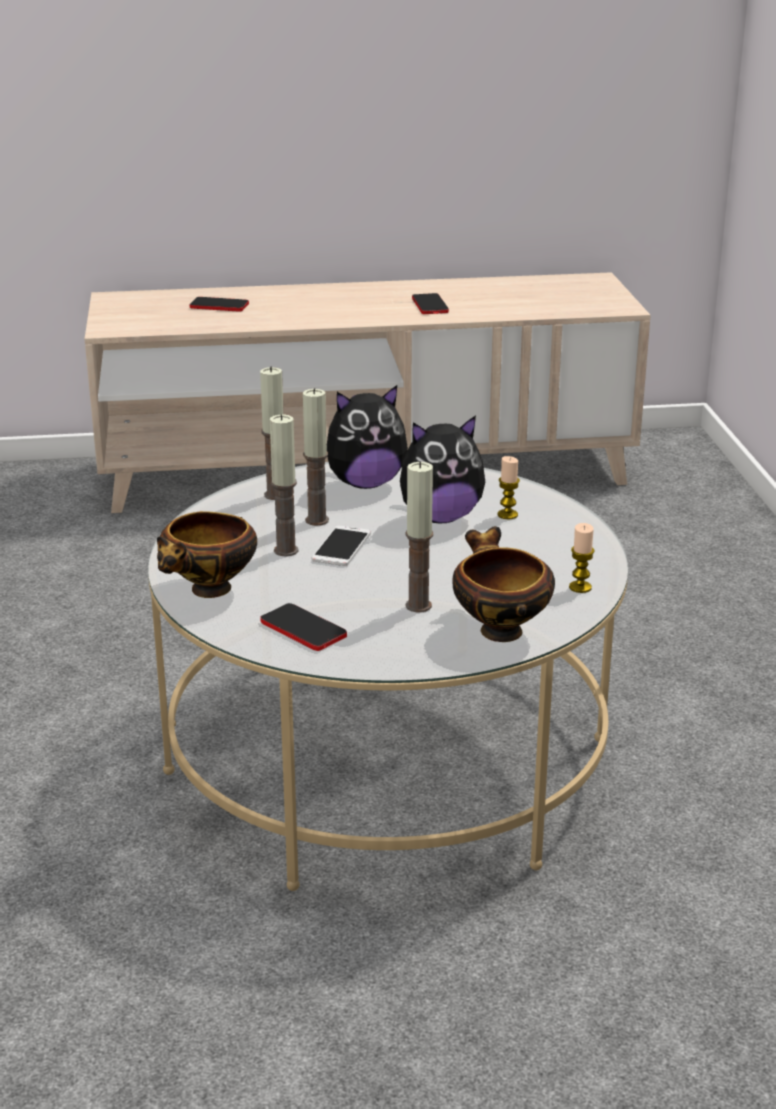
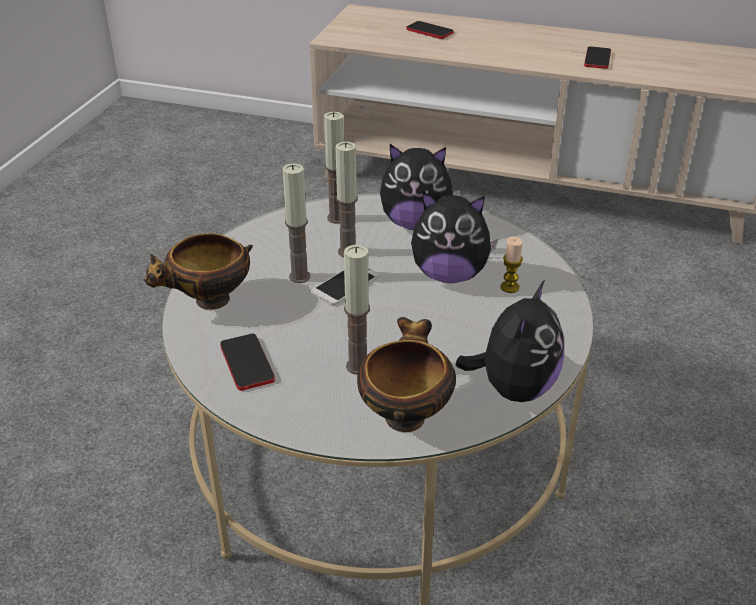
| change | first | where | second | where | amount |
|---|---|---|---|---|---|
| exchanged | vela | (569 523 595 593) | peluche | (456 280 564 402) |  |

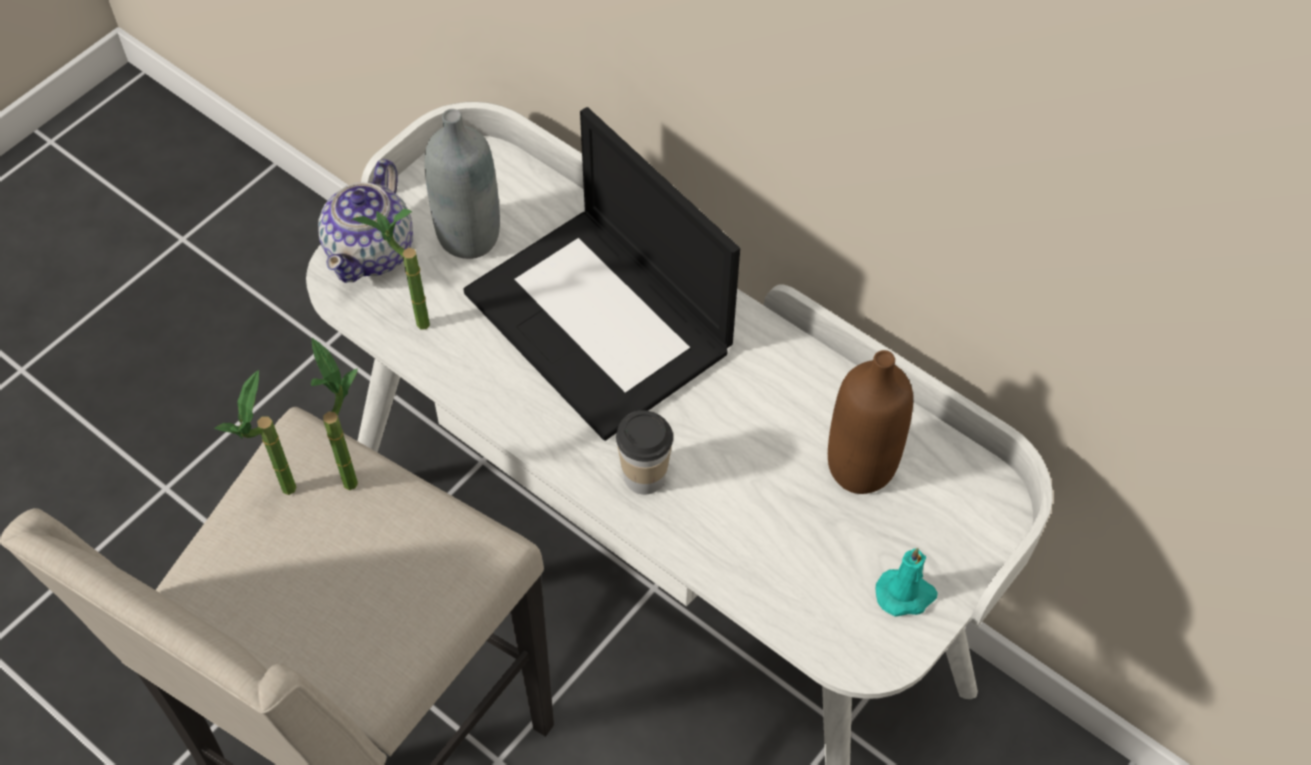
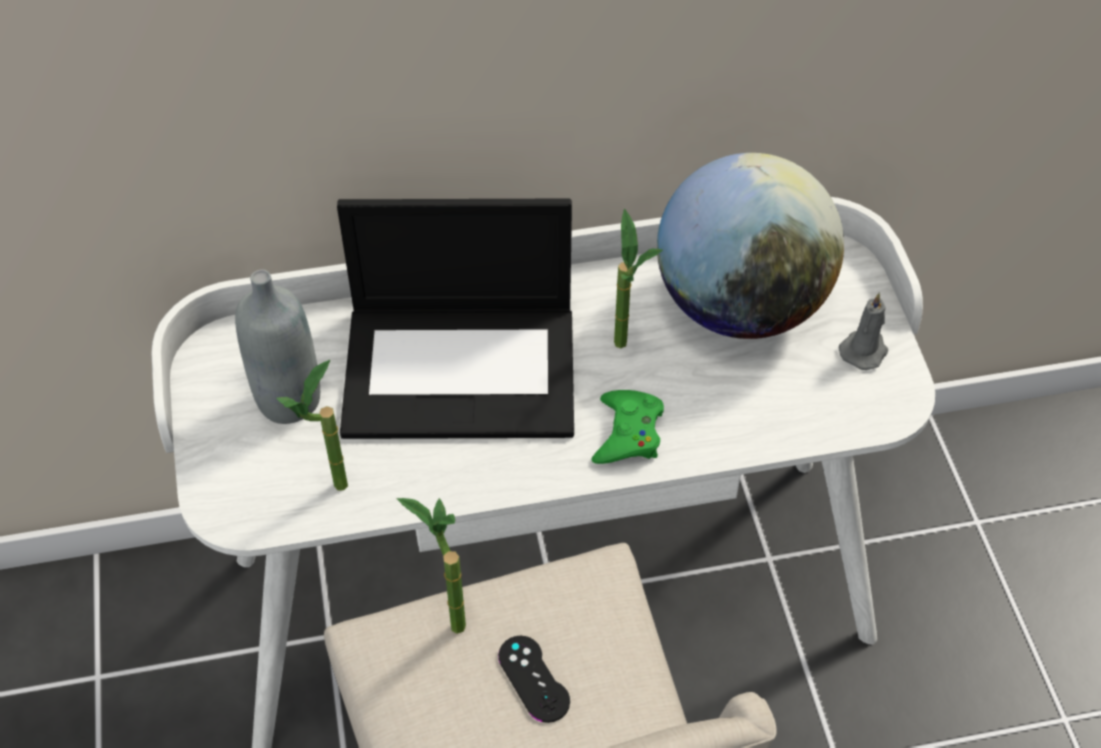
| change | first | where | second | where | amount |
|---|---|---|---|---|---|
| relocated | planta en maceta | (215 370 296 495) |  | (614 209 663 348) |  |
| missing | tetera | (318 159 413 283) |  |  |  |
| exchanged | taza | (616 410 673 494) | mando de consola/verde | (591 390 664 464) |  |
| exchanged | botella/marrón | (828 350 913 494) | globo terráqueo | (657 153 844 339) |  |
| colour | vela/turquesa | (875 548 938 617) | vela/gris | (839 292 888 370) |  |
| appeared |  |  | mando de consola/negro | (498 636 570 723) |  |

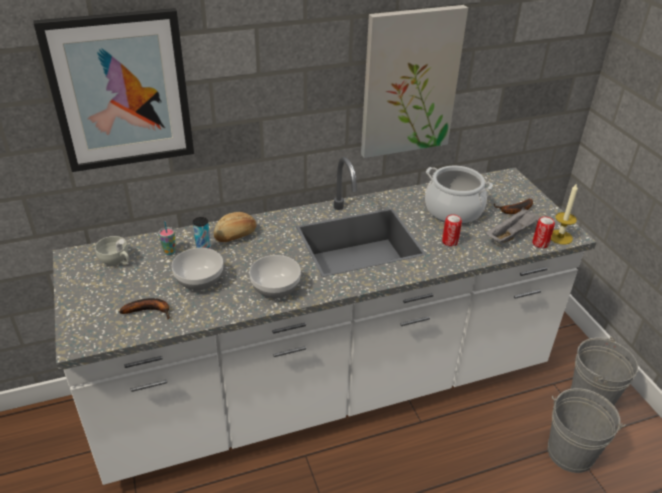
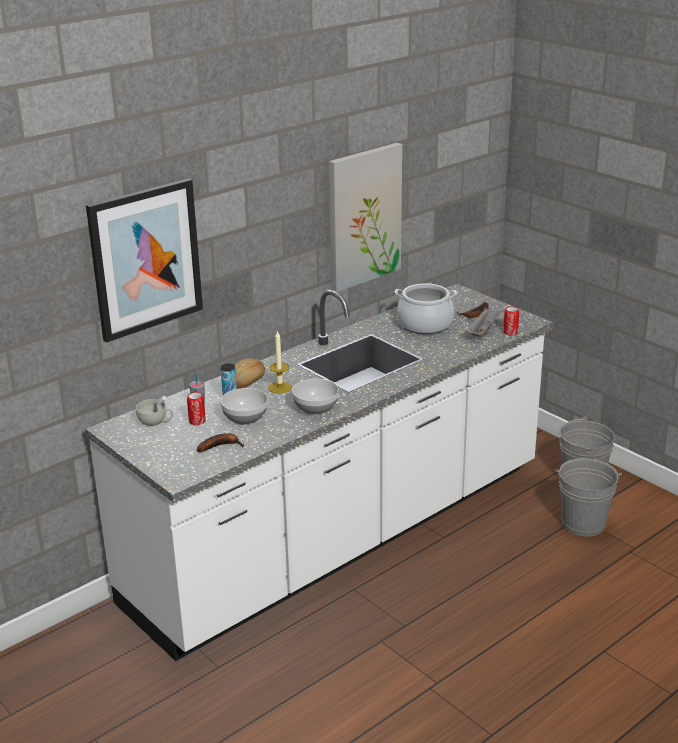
| change | first | where | second | where | amount |
|---|---|---|---|---|---|
| relocated | lata | (442 214 462 246) |  | (187 392 206 425) |  |
| relocated | vela | (551 183 578 245) |  | (268 331 292 394) |  |

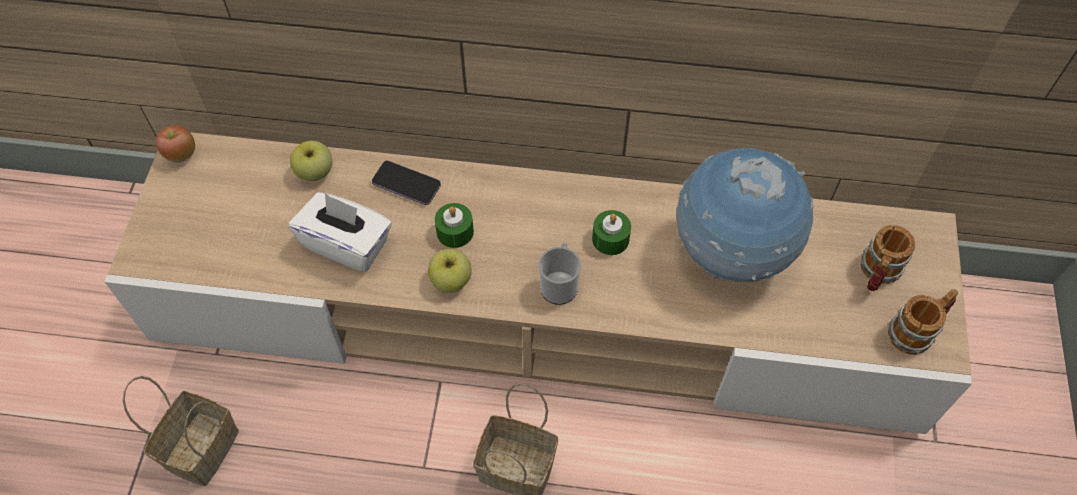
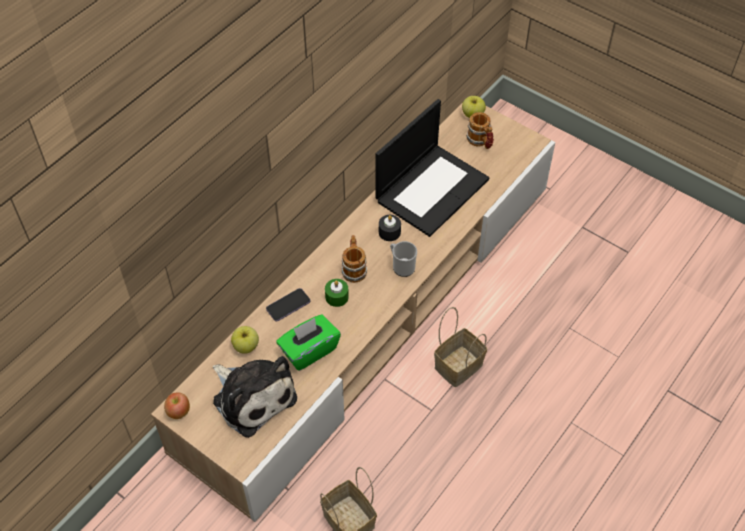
| change | first | where | second | where | amount |
|---|---|---|---|---|---|
| colour | caja de pañuelos/blanco | (289 192 392 272) | caja de pañuelos/verde | (276 315 341 371) |  |
| relocated | manzana | (428 249 472 293) |  | (462 96 486 118) |  |
| colour | vela/verde | (592 210 631 255) | vela/negro | (379 215 401 241) |  |
| exchanged | globo terráqueo | (676 148 814 282) | portátil | (375 99 489 237) |  |
| relocated | taza grande | (888 289 958 355) |  | (342 235 367 283) |  |
| appeared |  |  | peluche | (213 356 297 438) |  |

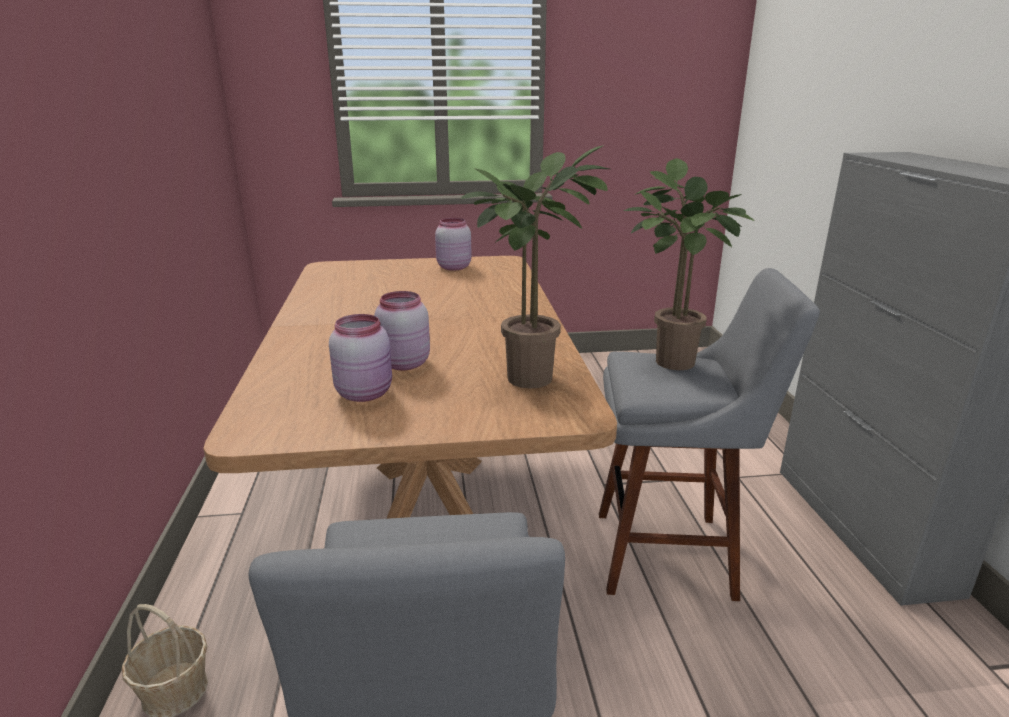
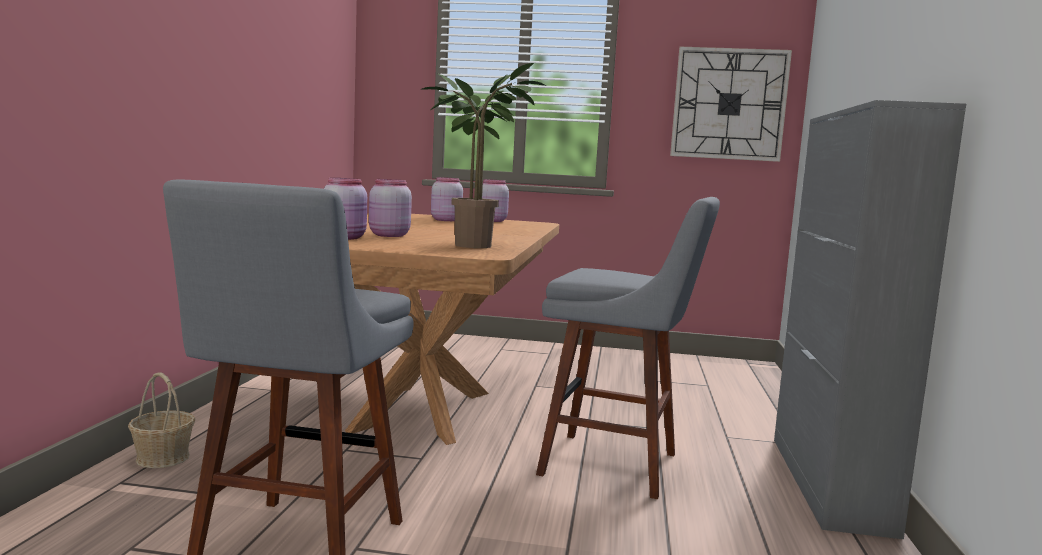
| change | first | where | second | where | amount |
|---|---|---|---|---|---|
| missing | planta en maceta | (624 158 754 370) |  |  |  |
| appeared |  |  | tarro/rosa | (431 177 463 221) |  |
| appeared |  |  | reloj de pared | (670 47 792 162) |  |

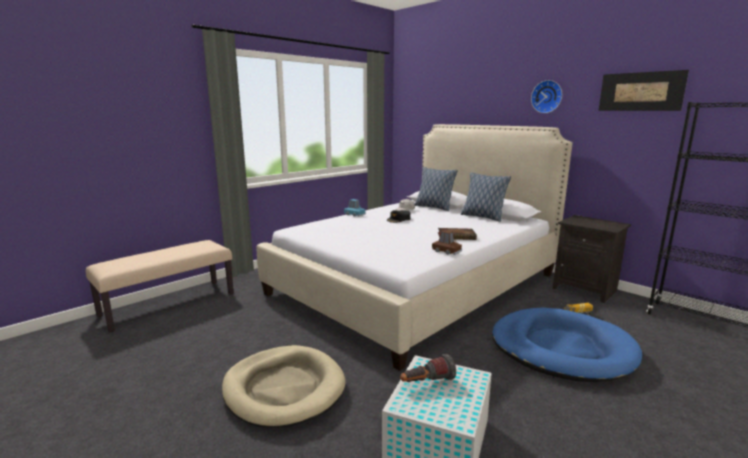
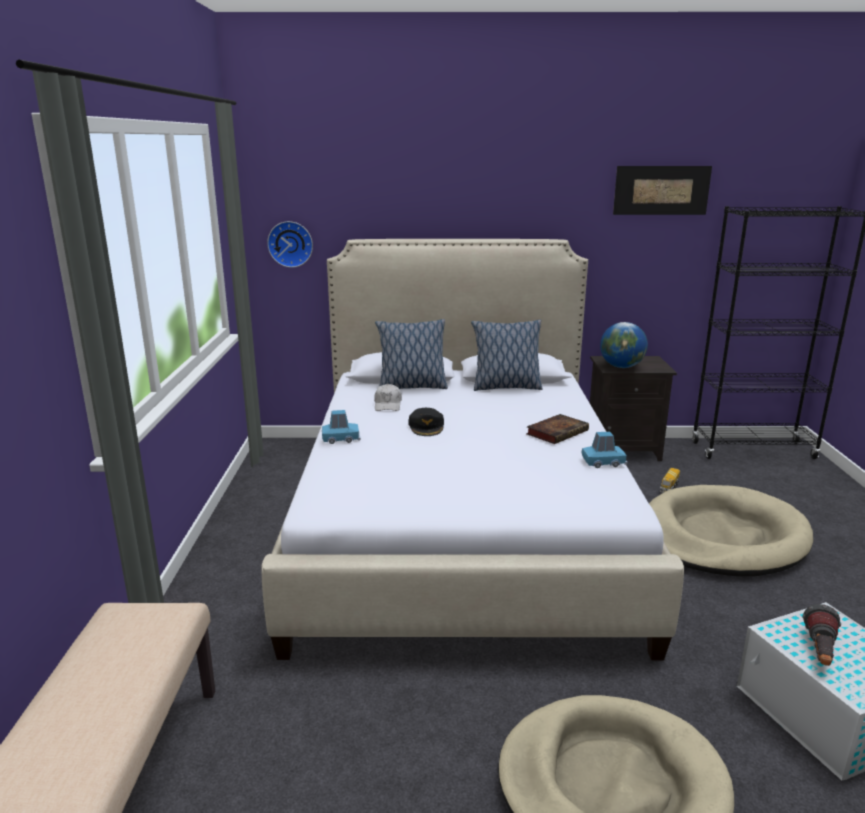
| change | first | where | second | where | amount |
|---|---|---|---|---|---|
| colour | coche de juguete/marrón | (432 230 462 255) | coche de juguete/azul | (582 432 628 468) |  |
| colour | cama para perro/azul | (492 307 642 382) | cama para perro/beis | (649 485 813 576) |  |
| relocated | reloj de pared | (531 80 562 113) |  | (267 221 313 268) |  |
| appeared |  |  | globo terráqueo | (600 322 648 368) |  |

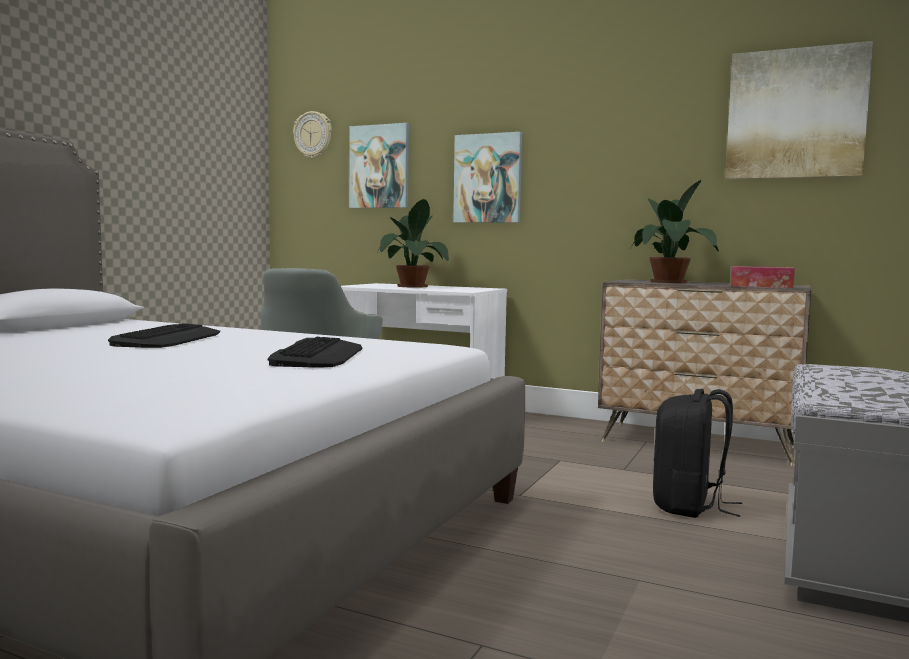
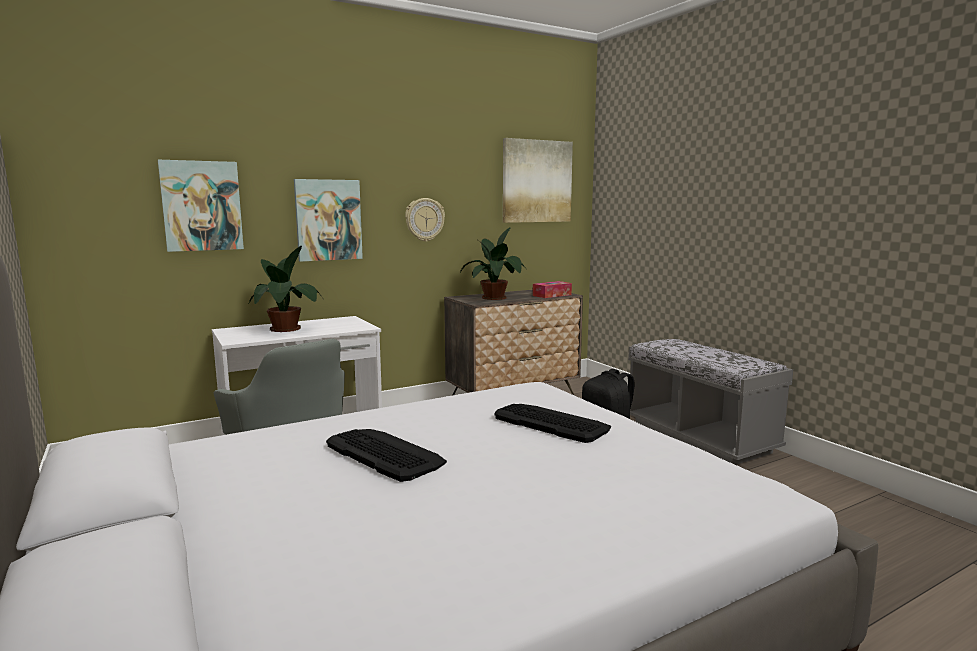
| change | first | where | second | where | amount |
|---|---|---|---|---|---|
| relocated | reloj de pared | (293 111 332 159) |  | (405 198 445 242) |  |

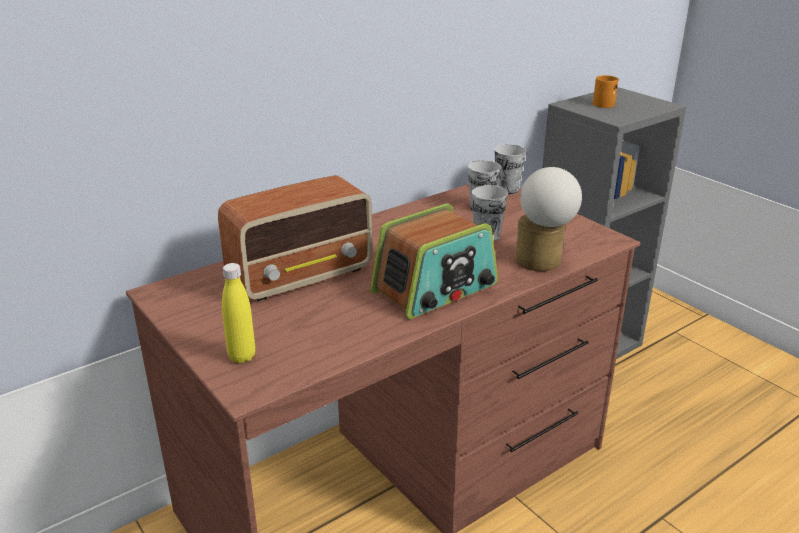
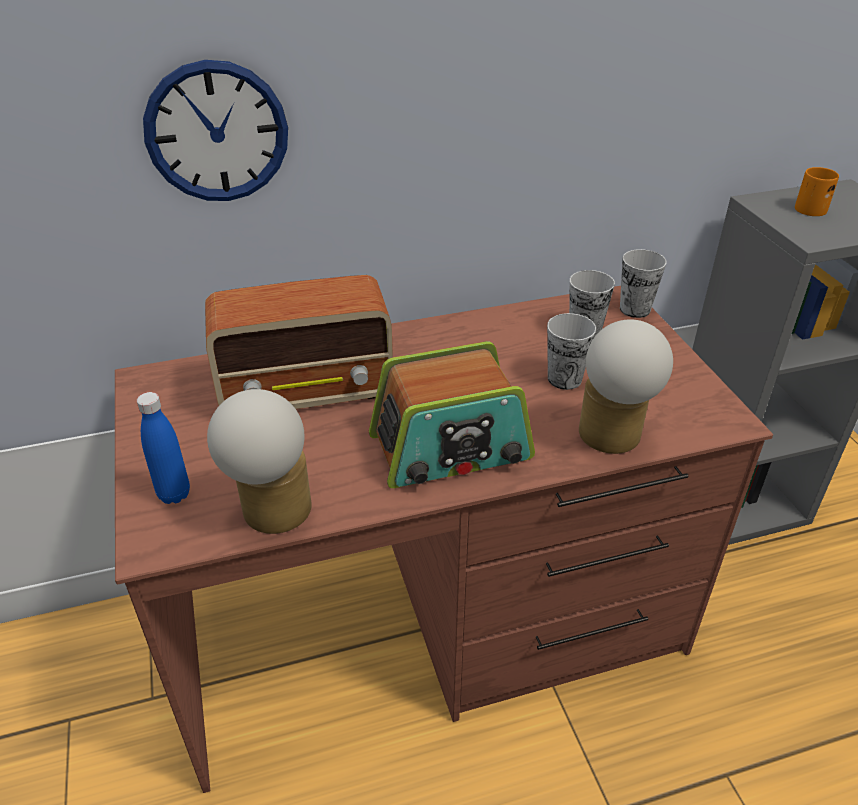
| change | first | where | second | where | amount |
|---|---|---|---|---|---|
| colour | botella/amarillo | (222 263 255 363) | botella/azul | (137 392 190 504) |  |
| appeared |  |  | reloj de pared | (143 60 288 201) |  |
| appeared |  |  | lámpara de mesa | (207 389 312 534) |  |

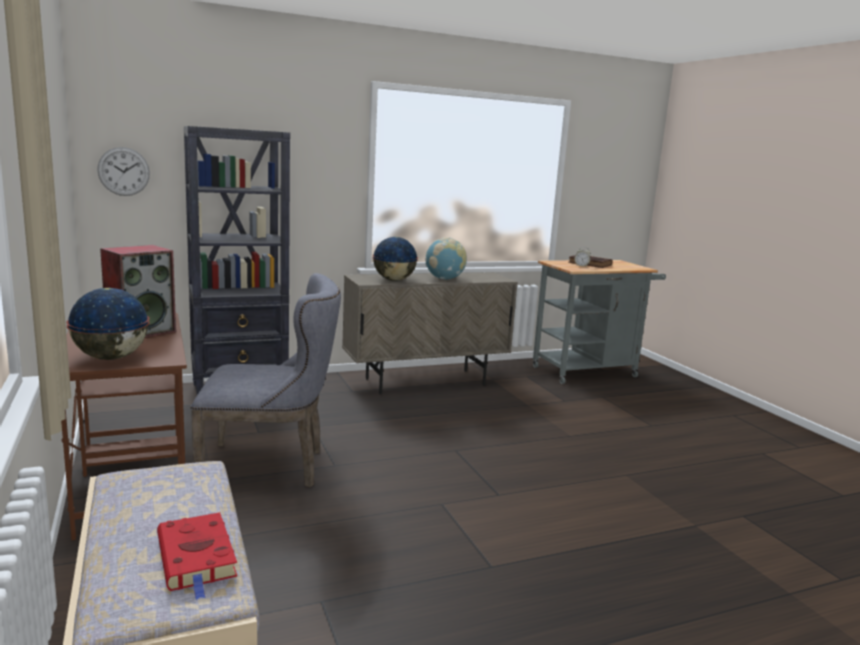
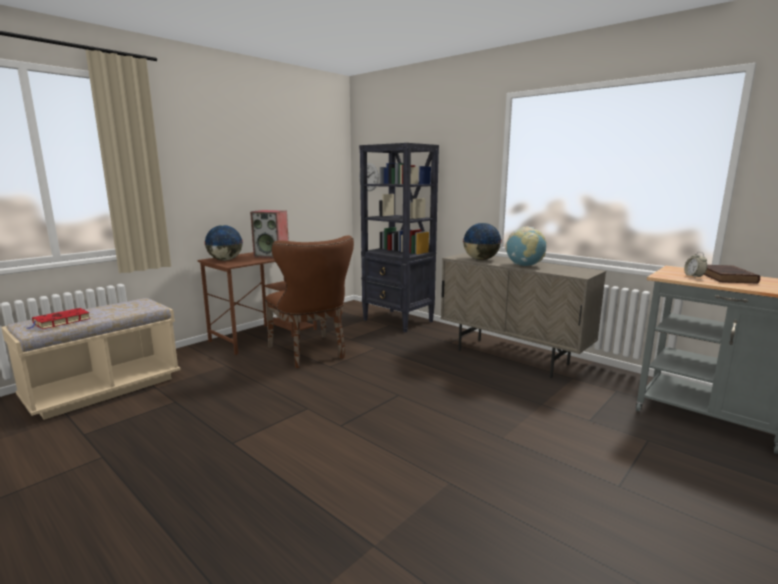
| change | first | where | second | where | amount |
|---|---|---|---|---|---|
| colour | silla/gris | (191 273 341 487) | silla/marrón | (265 236 354 368) |  |

